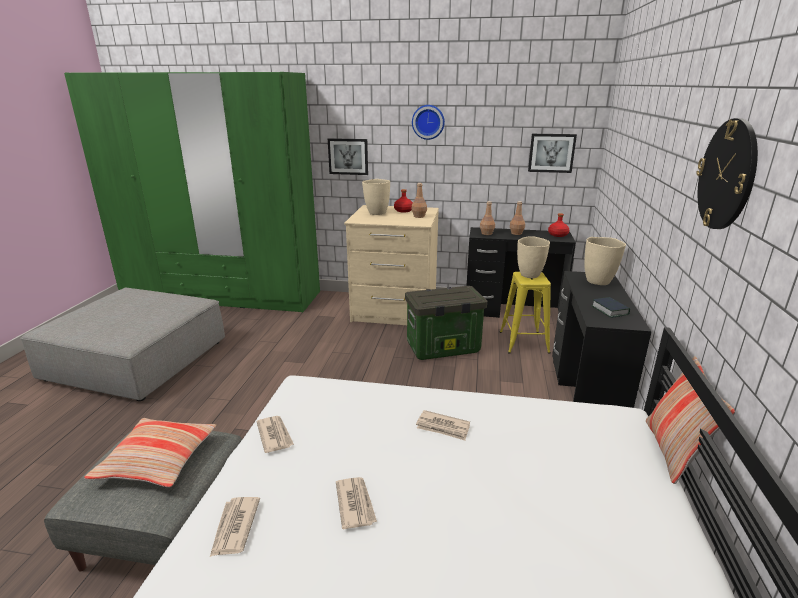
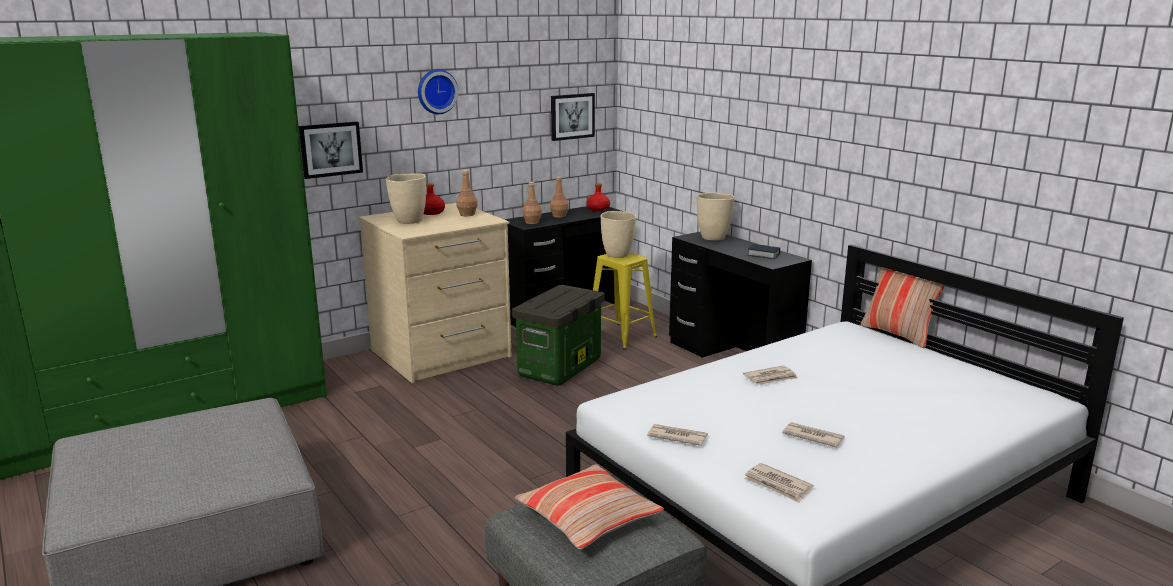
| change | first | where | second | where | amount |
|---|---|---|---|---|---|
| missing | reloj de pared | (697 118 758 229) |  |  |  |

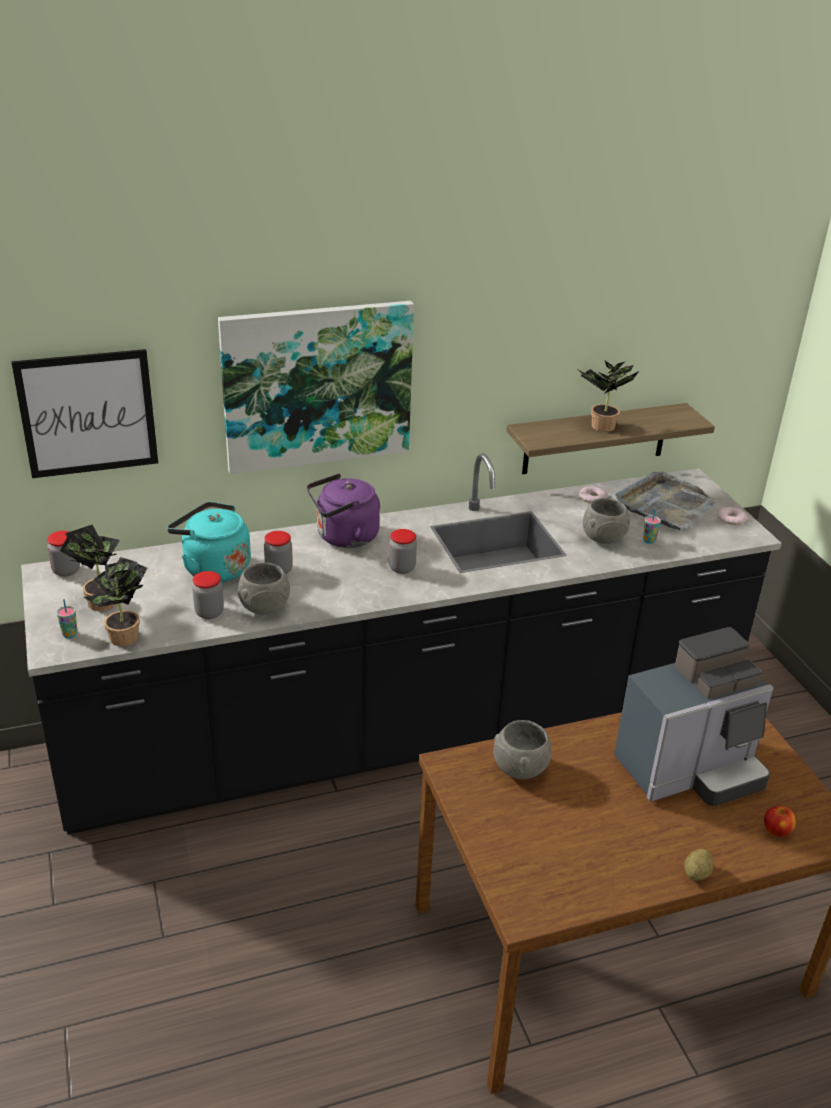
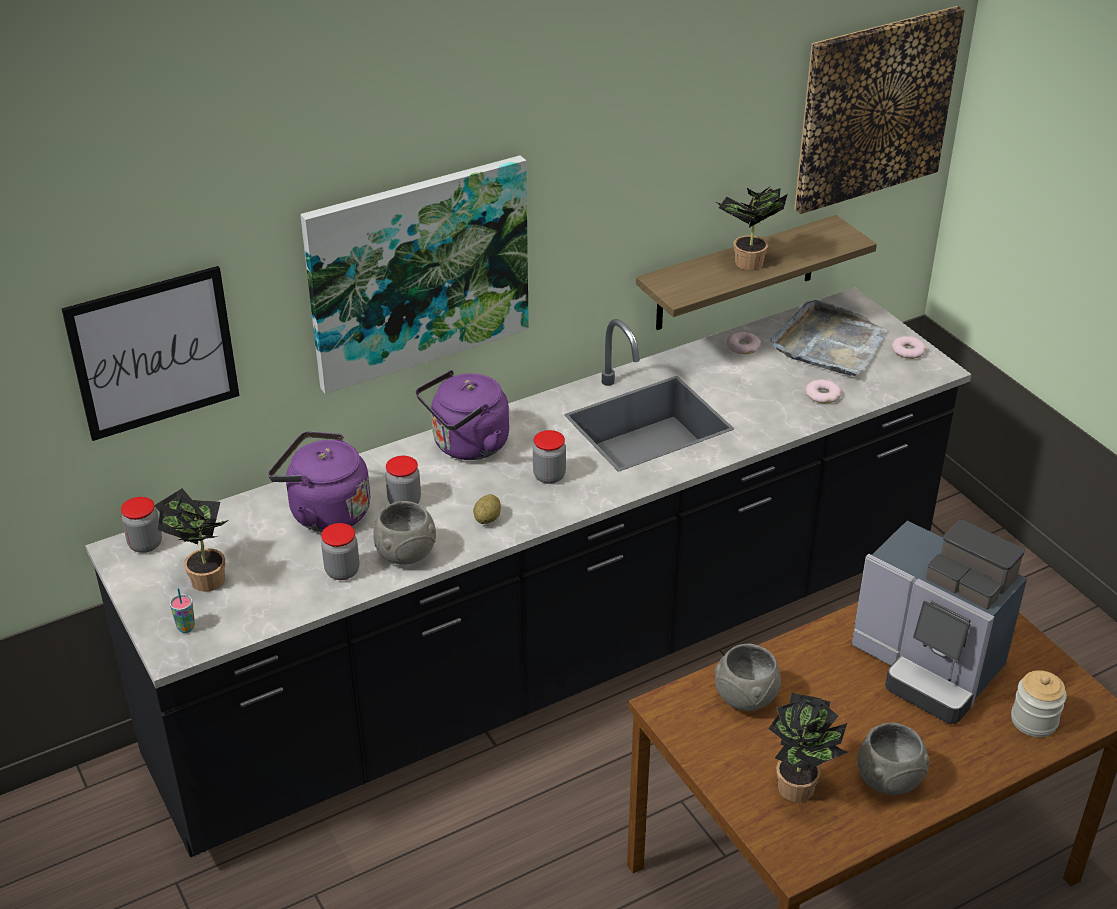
| change | first | where | second | where | amount |
|---|---|---|---|---|---|
| relocated | planta en maceta | (83 557 147 646) |  | (768 693 848 802) |  |
| colour | hervidor/turquesa | (167 502 251 582) | hervidor/morado | (268 431 370 532) |  |
| relocated | cuenco/gris | (583 498 630 544) |  | (857 723 930 795) |  |
| spun | cafetera | (614 627 774 806) |  | (852 520 1027 724) | 75 degrees clockwise |
| exchanged | taza | (643 509 661 544) | rosquilla | (805 379 841 403) |  |
| relocated | patata | (684 849 714 881) |  | (473 494 501 524) |  |
| exchanged | manzana | (764 806 796 837) | tarro | (1011 670 1067 737) |  |
| appeared |  |  | cuadro | (794 6 965 214) |  |

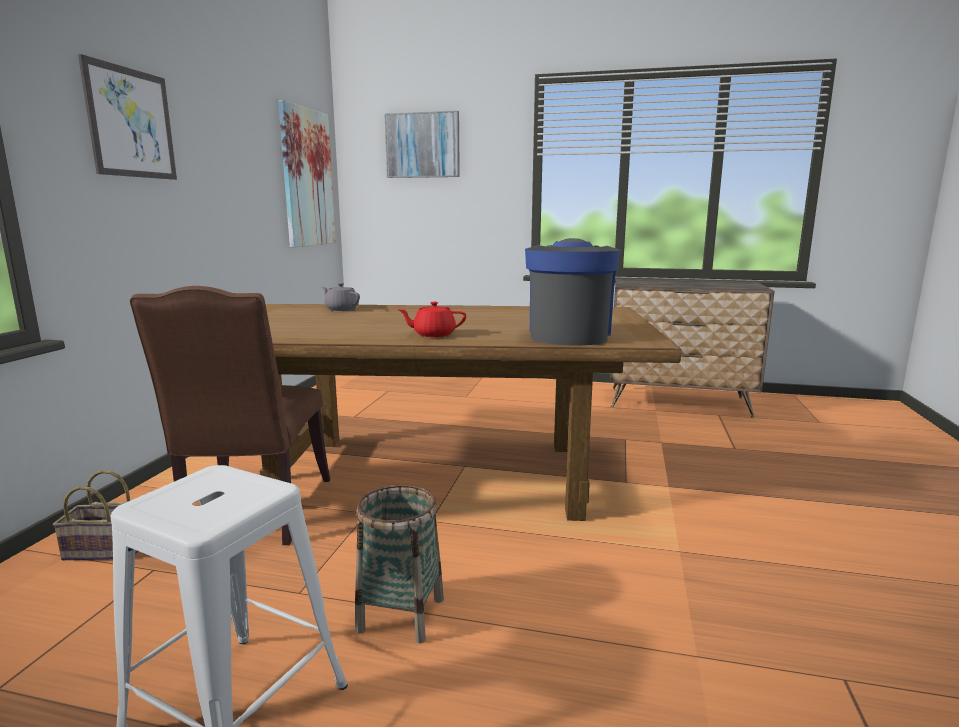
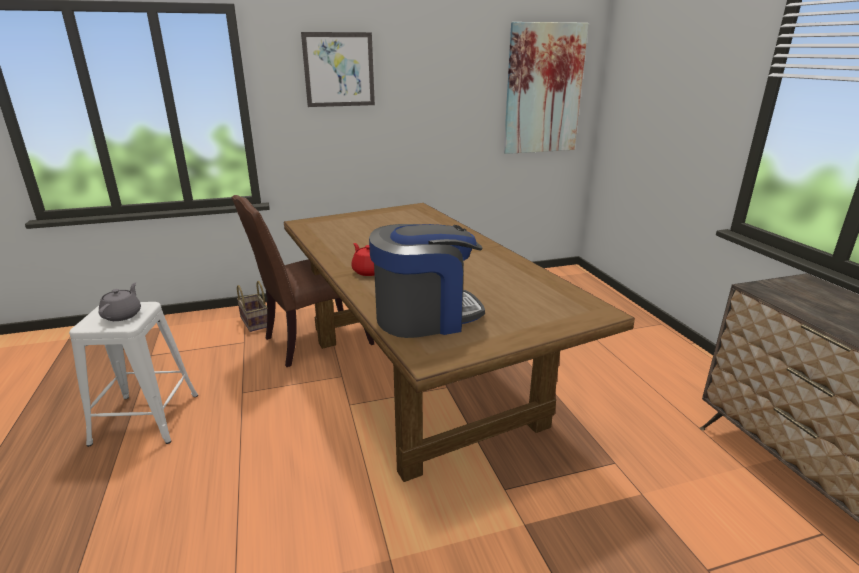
| change | first | where | second | where | amount |
|---|---|---|---|---|---|
| relocated | tetera/gris | (322 283 360 311) |  | (99 282 141 321) |  |
| missing | cesta | (355 485 444 643) |  |  |  |
| missing | cuadro | (385 111 460 178) |  |  |  |

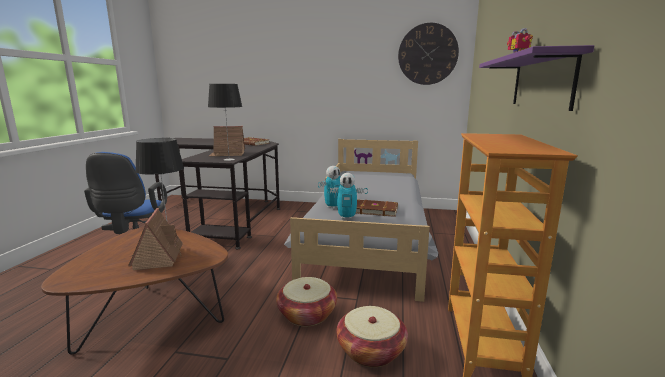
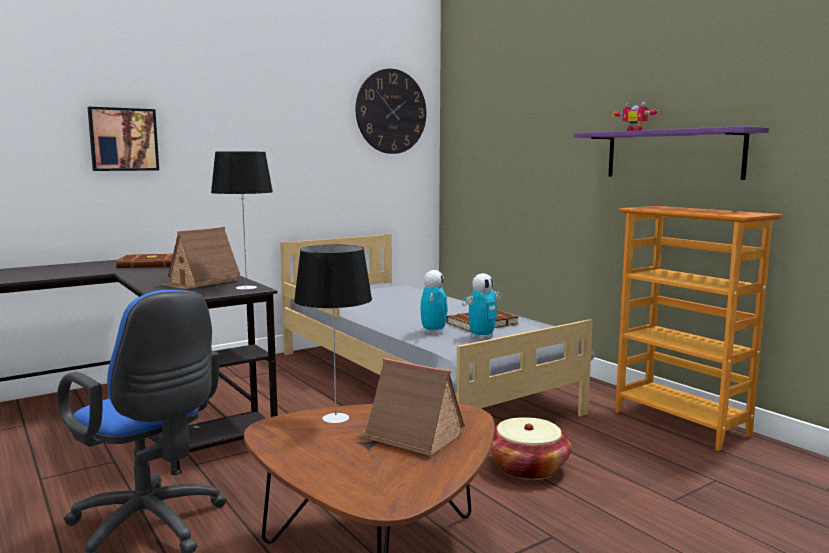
| change | first | where | second | where | amount |
|---|---|---|---|---|---|
| missing | cesta | (336 306 408 367) |  |  |  |
| appeared |  |  | cuadro | (88 107 159 171) |  |

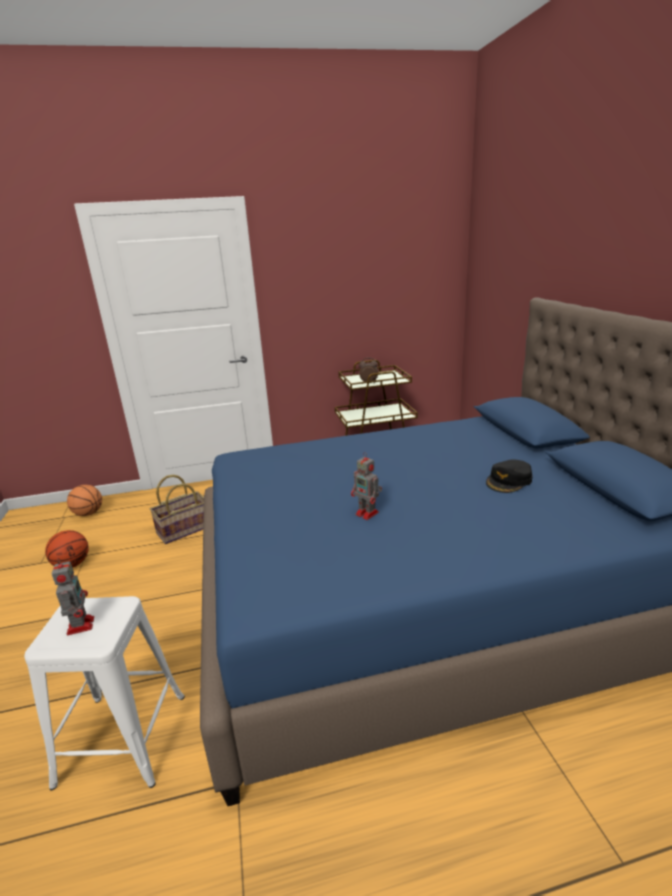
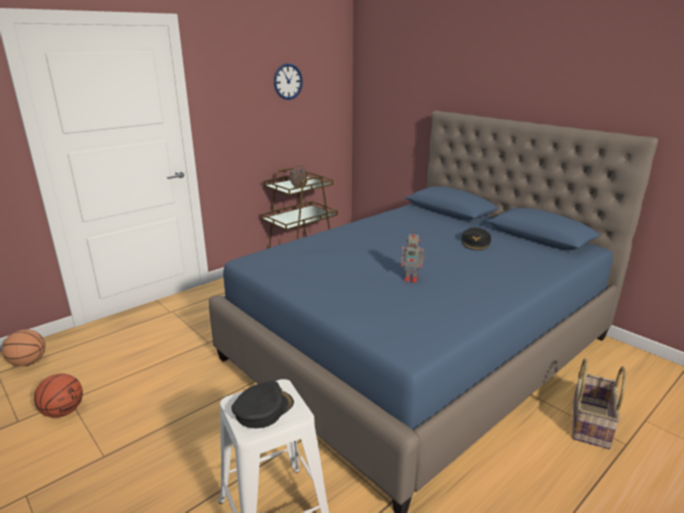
| change | first | where | second | where | amount |
|---|---|---|---|---|---|
| exchanged | robot de juguete | (52 558 94 635) | gorra/negro | (231 381 294 428) |  |
| relocated | cesta | (150 475 204 544) |  | (572 358 626 449) |  |
| appeared |  |  | reloj de pared | (274 63 303 100) |  |

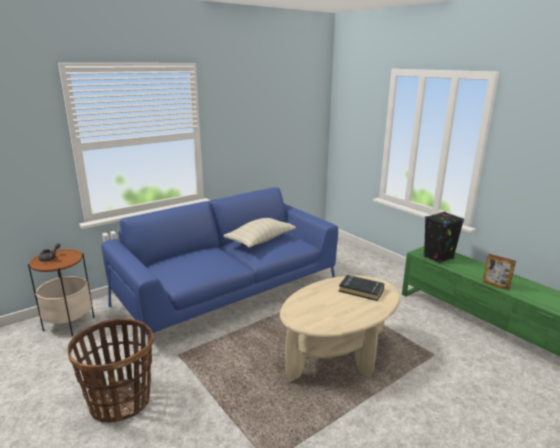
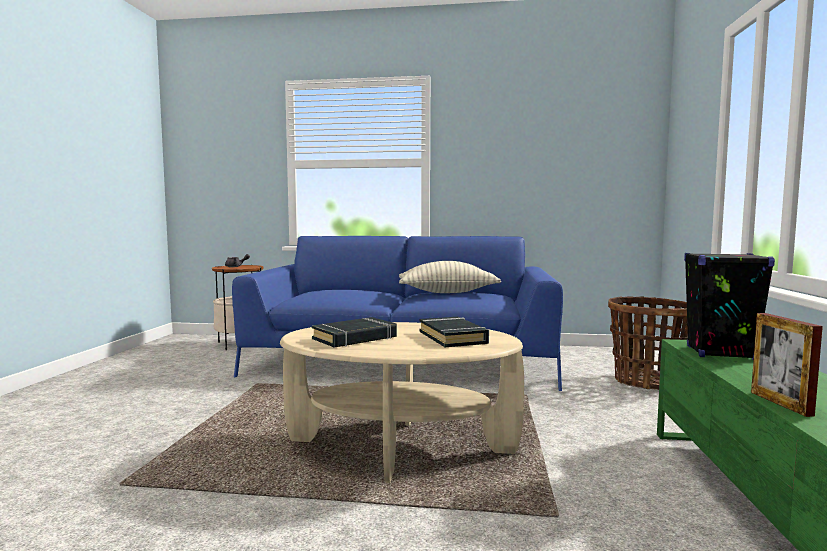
| change | first | where | second | where | amount |
|---|---|---|---|---|---|
| relocated | cesta | (67 319 153 423) |  | (608 296 688 390) |  |
| appeared |  |  | libro/negro | (312 317 397 348) |  |

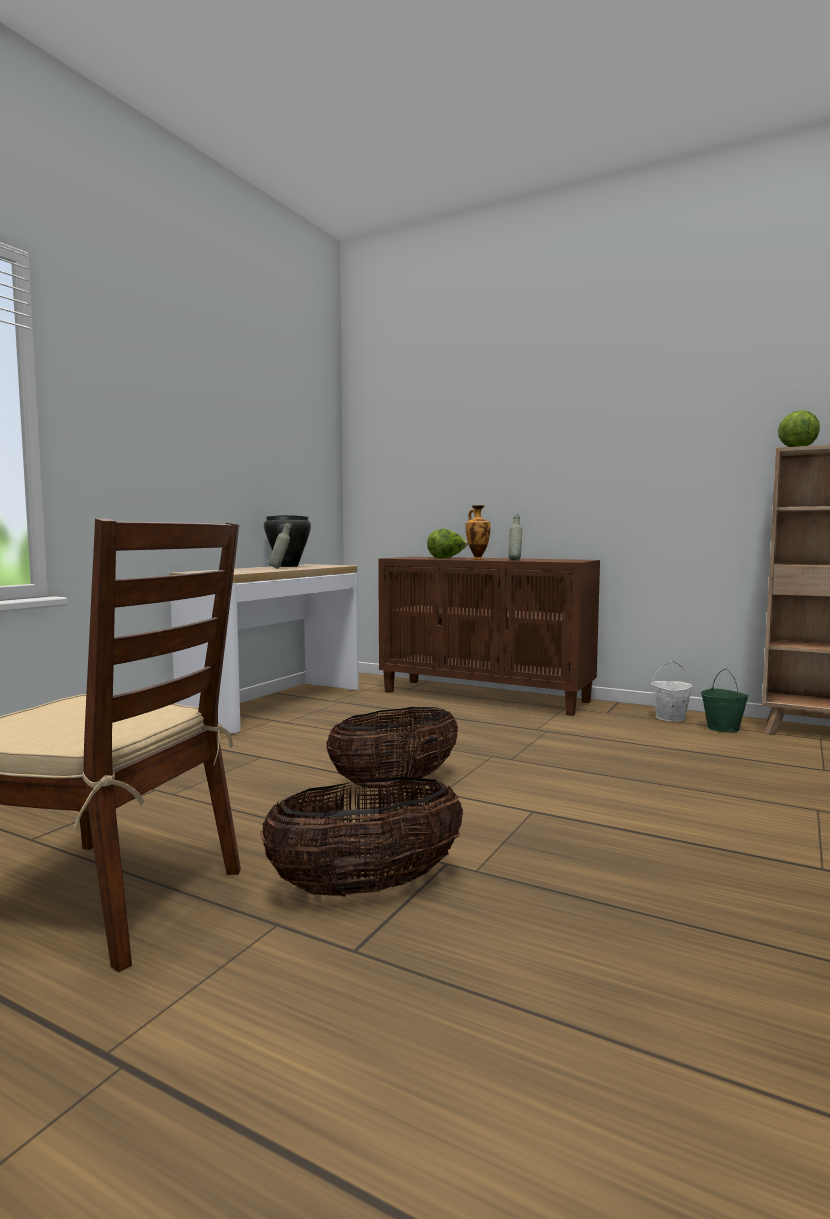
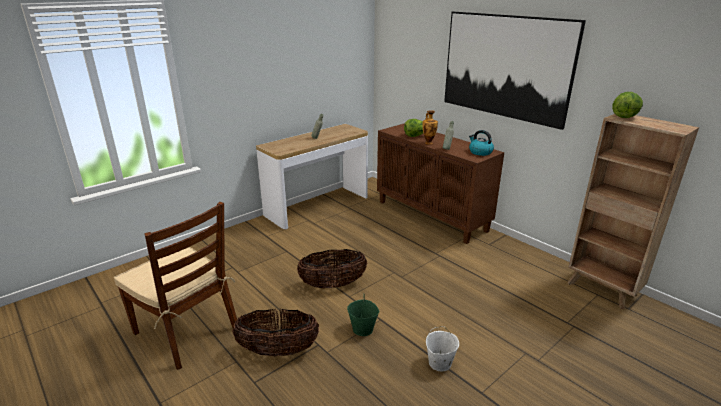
| change | first | where | second | where | amount |
|---|---|---|---|---|---|
| missing | olla/negro | (264 515 311 567) |  |  |  |
| relocated | cubo/blanco | (651 661 693 722) |  | (426 326 459 372) |  |
| relocated | cubo/verde | (701 669 749 732) |  | (347 294 379 336) |  |
| appeared |  |  | cuadro | (444 12 586 130) |  |
| appeared |  |  | hervidor | (469 130 494 156) |  |

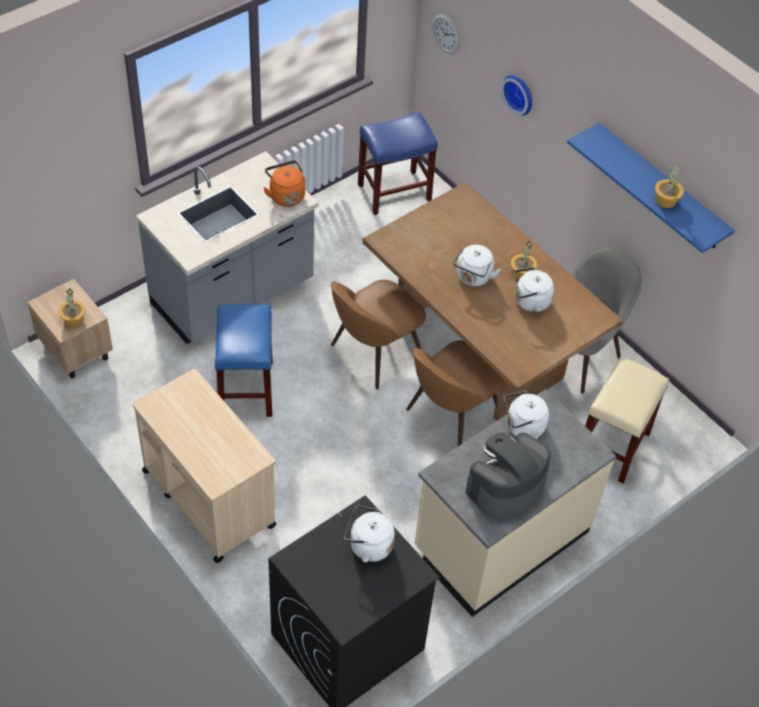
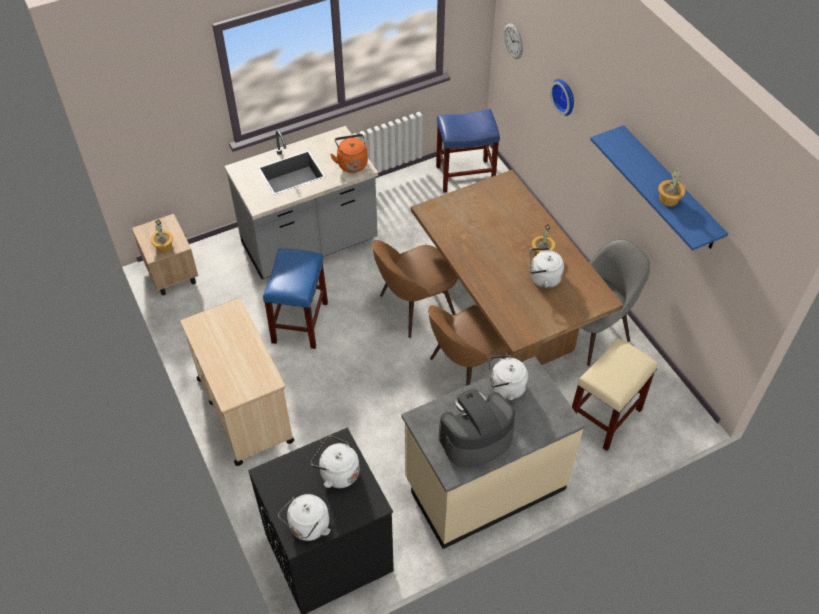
| change | first | where | second | where | amount |
|---|---|---|---|---|---|
| relocated | hervidor/blanco | (453 245 500 286) |  | (278 494 330 541) |  |

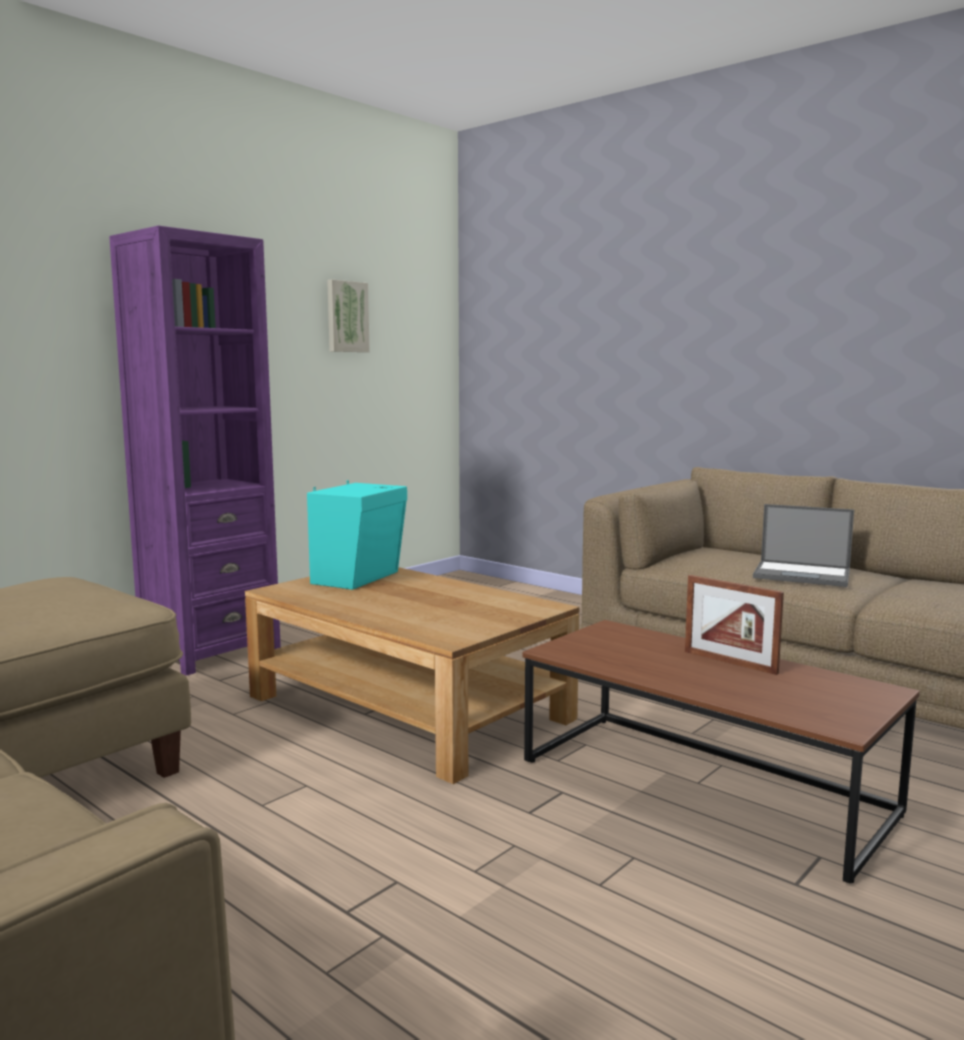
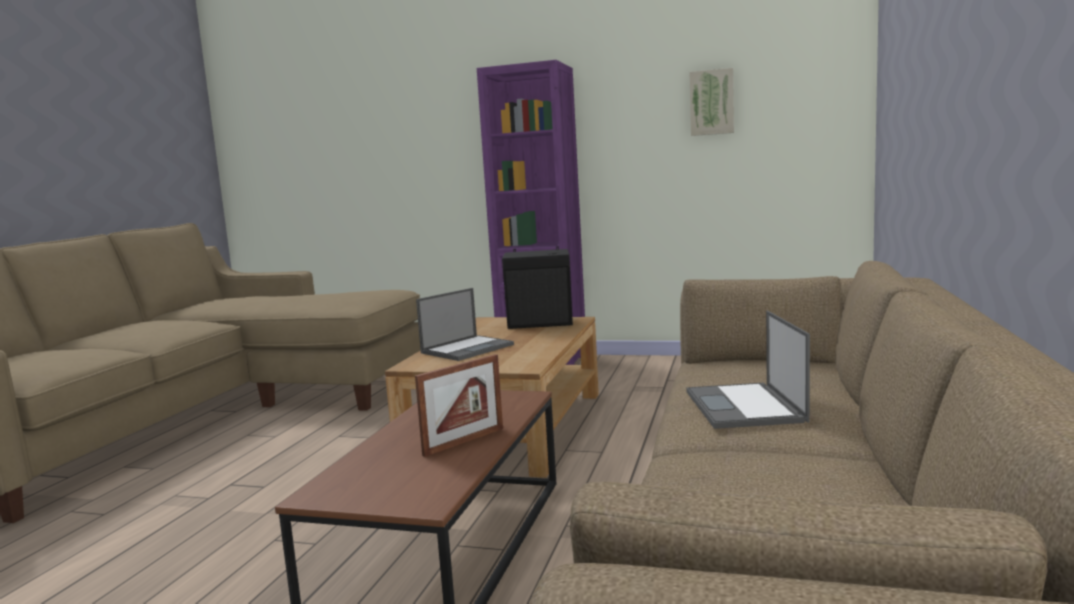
| change | first | where | second | where | amount |
|---|---|---|---|---|---|
| colour | altavoz/turquesa | (307 480 407 590) | altavoz/negro | (502 246 573 329) |  |
| spun | portarretratos | (685 575 784 675) |  | (415 354 503 457) | 150 degrees counterclockwise |
| appeared |  |  | portátil | (416 288 514 361) |  |

